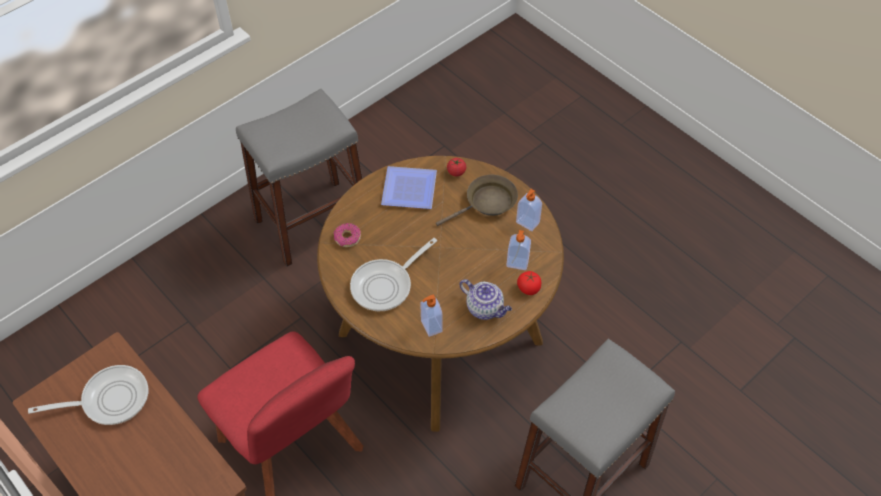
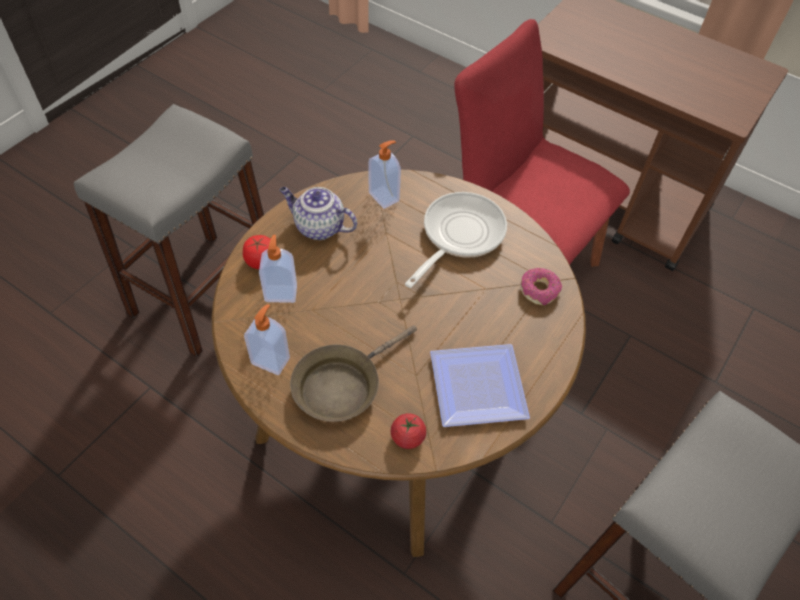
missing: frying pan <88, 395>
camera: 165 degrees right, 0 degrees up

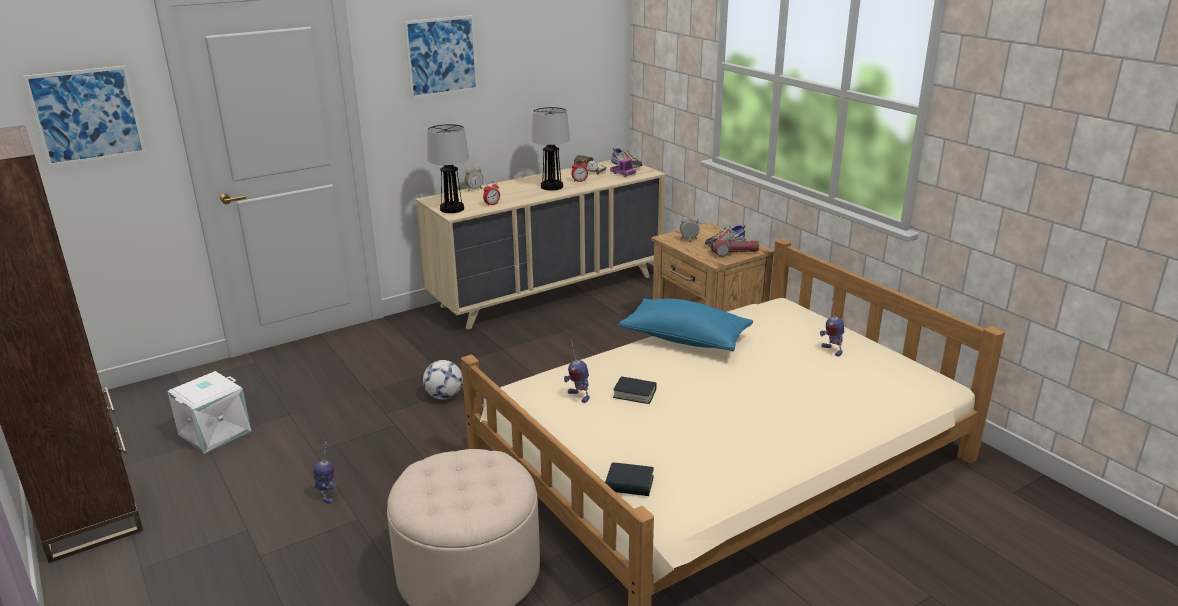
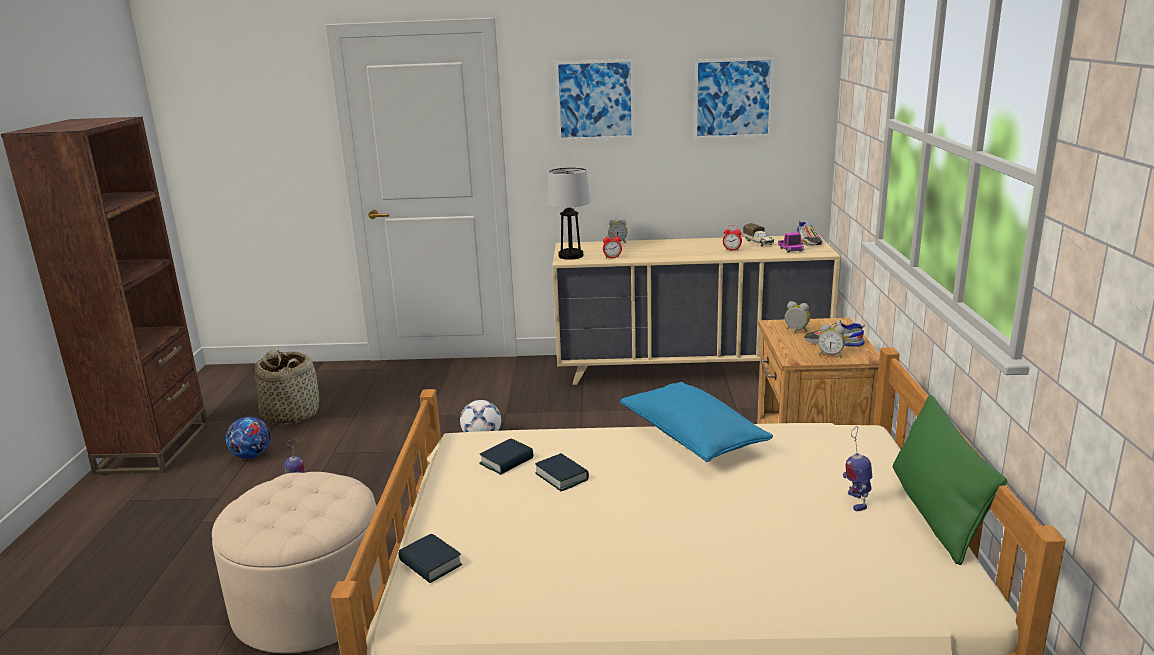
missing: table lamp <551, 149>
appeared: football <248, 438>; pillow in green <950, 480>
relocated: picture <84, 116> to <734, 98>
exchanged: storage box in white <209, 412> to basket <287, 387>; toy robot <577, 371> to book <506, 456>; flashlight <735, 248> to alarm clock <831, 341>
camera: 35 degrees right, 5 degrees down

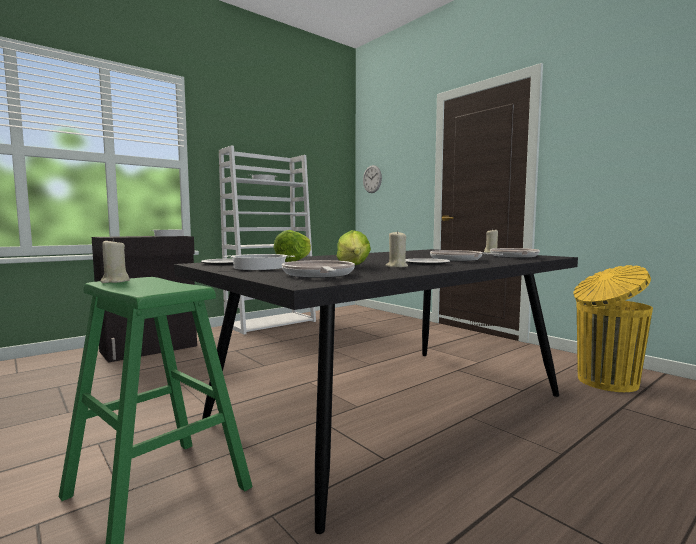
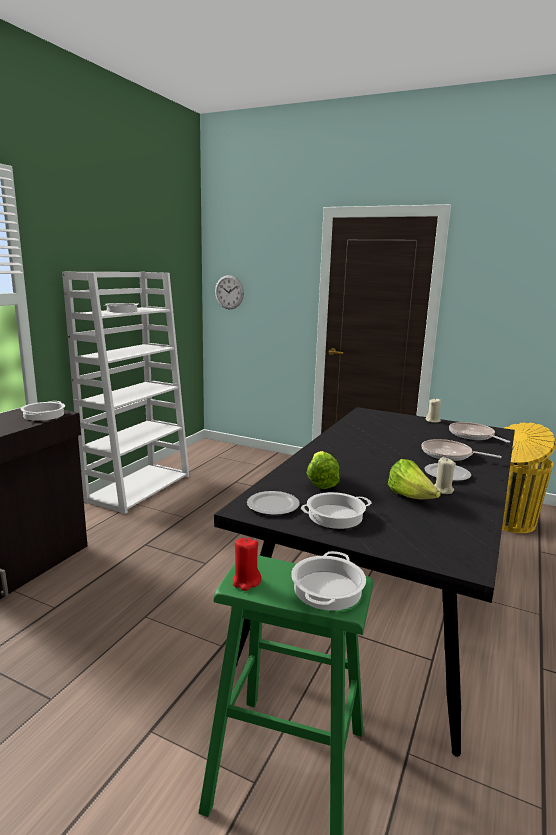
missing: frying pan <318, 269>
appeared: cooking pot <328, 581>
colour: candle in beige <115, 260> to candle in red <247, 564>
camera: 25 degrees left, 10 degrees up

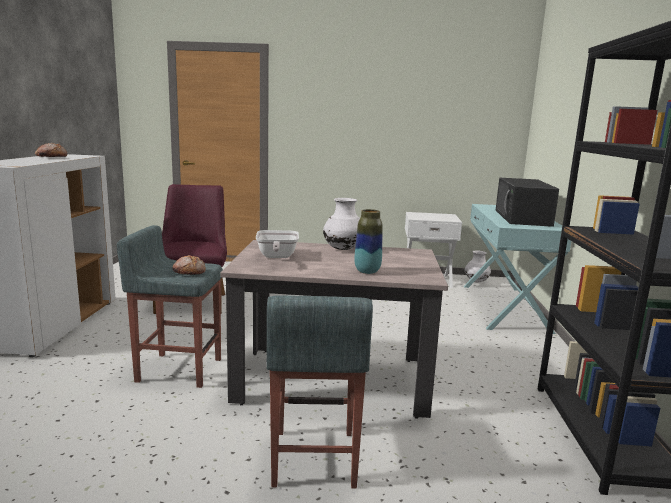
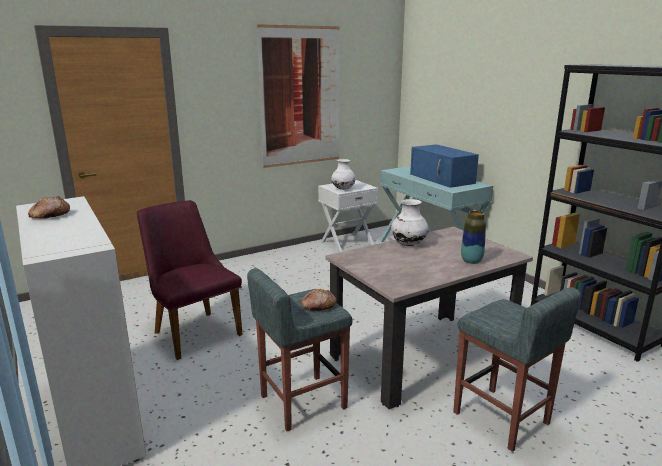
missing: frying pan <277, 244>
appeared: picture <298, 96>
relocated: vase in white <478, 266> to <343, 174>
colour: microwave in black <527, 202> to microwave in blue <444, 166>
camera: 35 degrees left, 5 degrees up

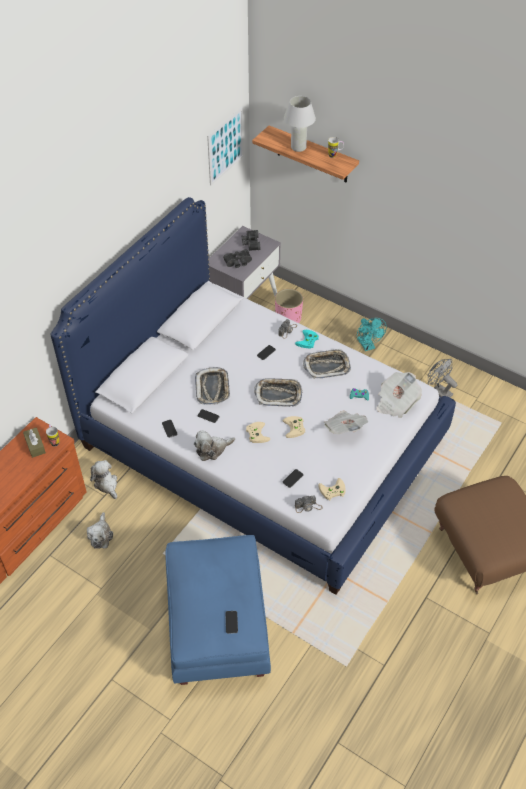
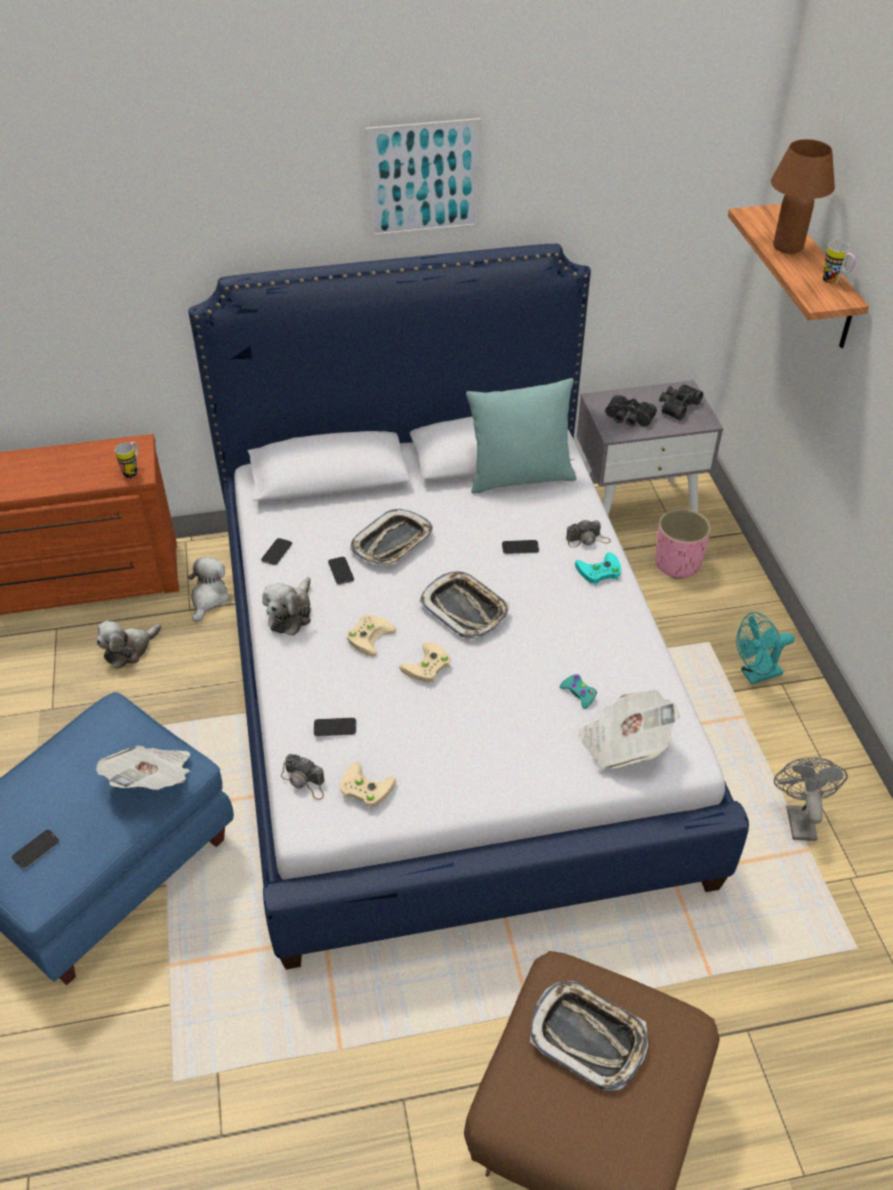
missing: tissue box in brown <34, 442>
appeared: pillow in turquoise <521, 436>
relocated: picture <225, 146> to <423, 178>; tray <327, 364> to <589, 1036>; newspaper <346, 422> to <143, 768>
colour: table lamp in white <300, 124> to table lamp in brown <803, 196>
spun: plush toy <214, 445> = <286, 606> 90 degrees counterclockwise; fan in turquoise <372, 334> = <765, 648> 45 degrees clockwise
camera: 45 degrees right, 5 degrees down

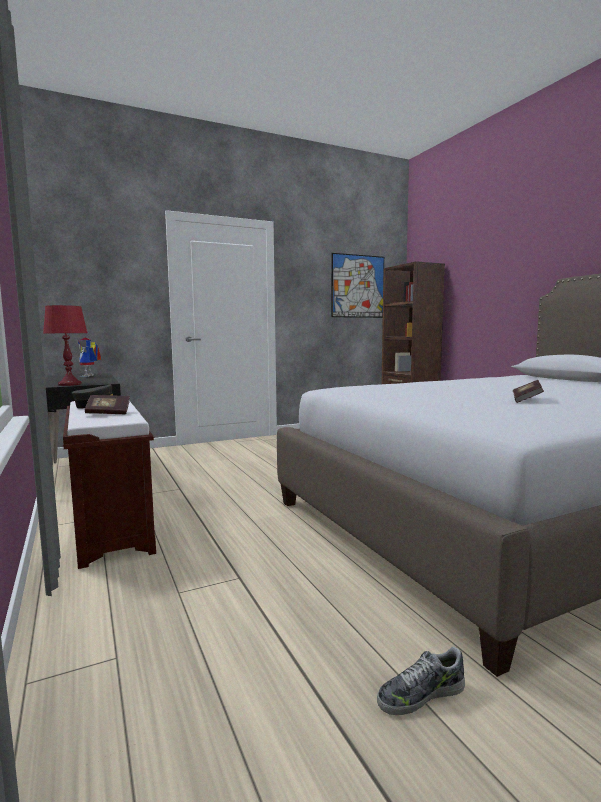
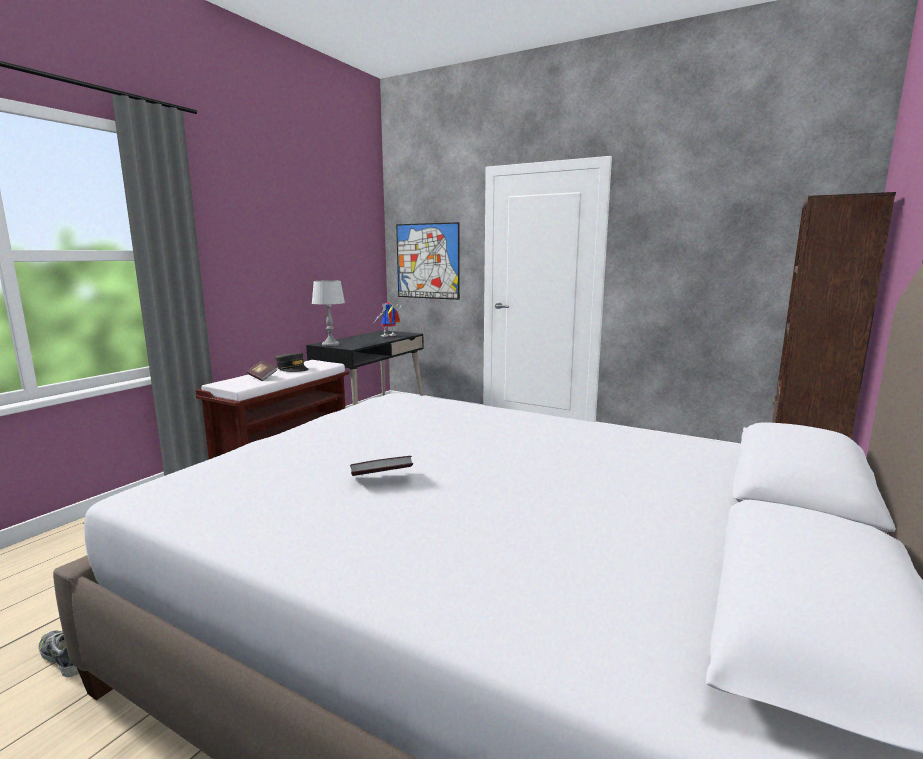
relocated: picture <357, 285> to <428, 261>
colour: table lamp in red <65, 345> to table lamp in grey <328, 313>
camera: 55 degrees right, 5 degrees up

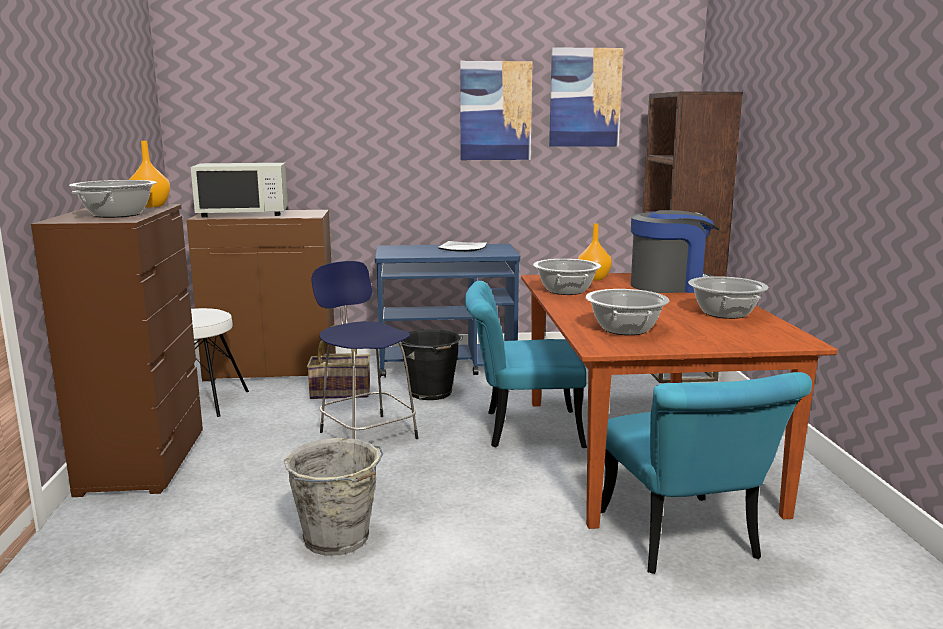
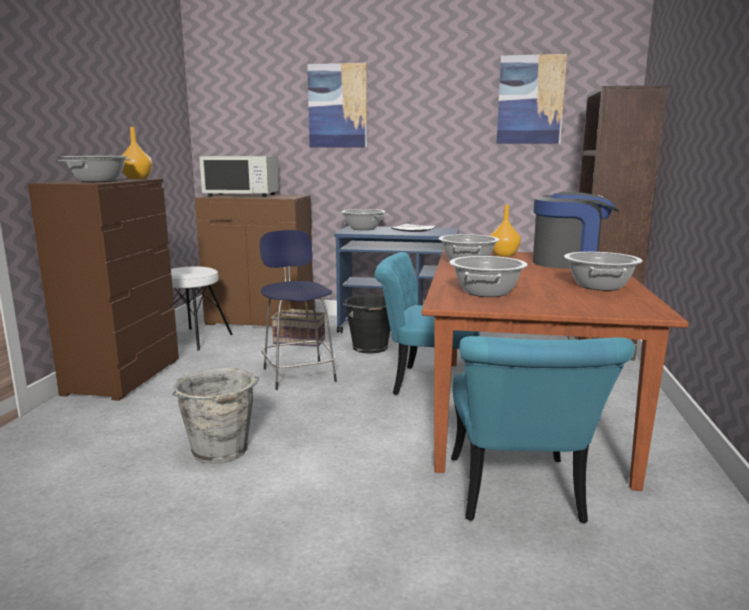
appeared: cooking pot <363, 219>
relocated: picture <496, 110> to <337, 105>
camera: 15 degrees right, 0 degrees up

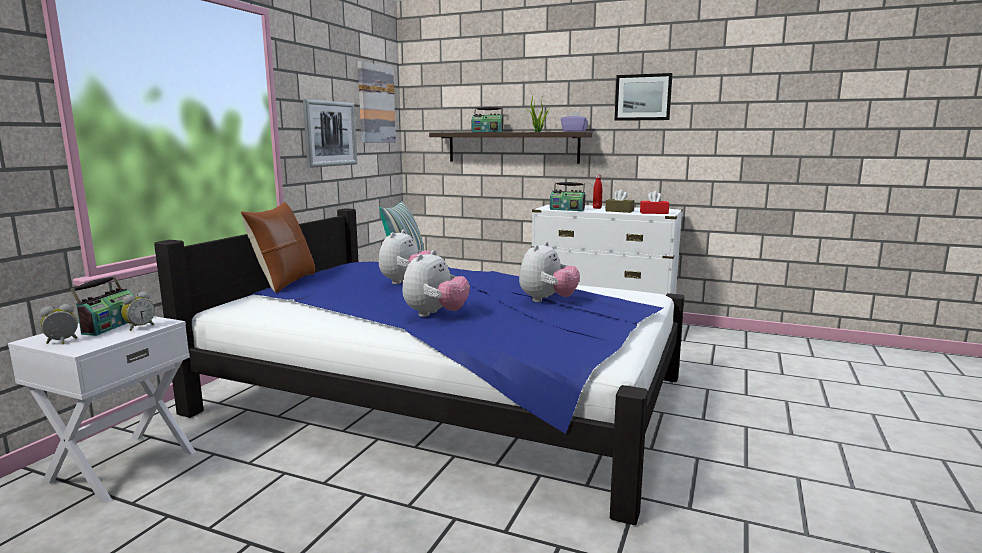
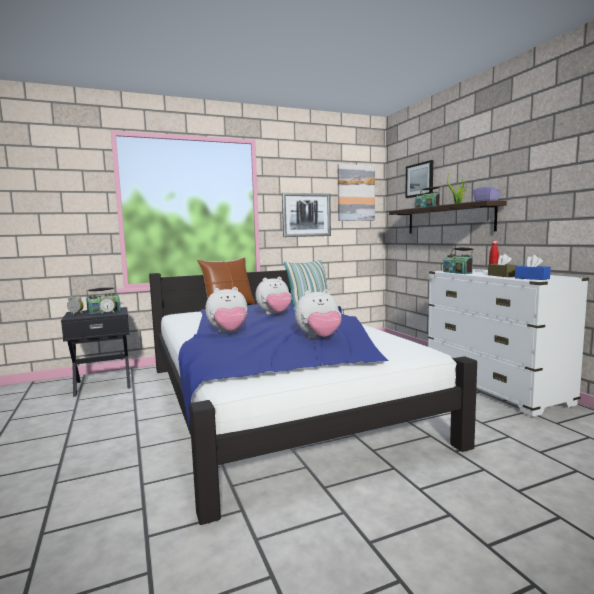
relocated: picture <643, 97> to <419, 179>
colour: nightstand in white <102, 409> to nightstand in black <96, 352>; tissue box in red <654, 202> to tissue box in blue <533, 267>
camera: 45 degrees right, 5 degrees down

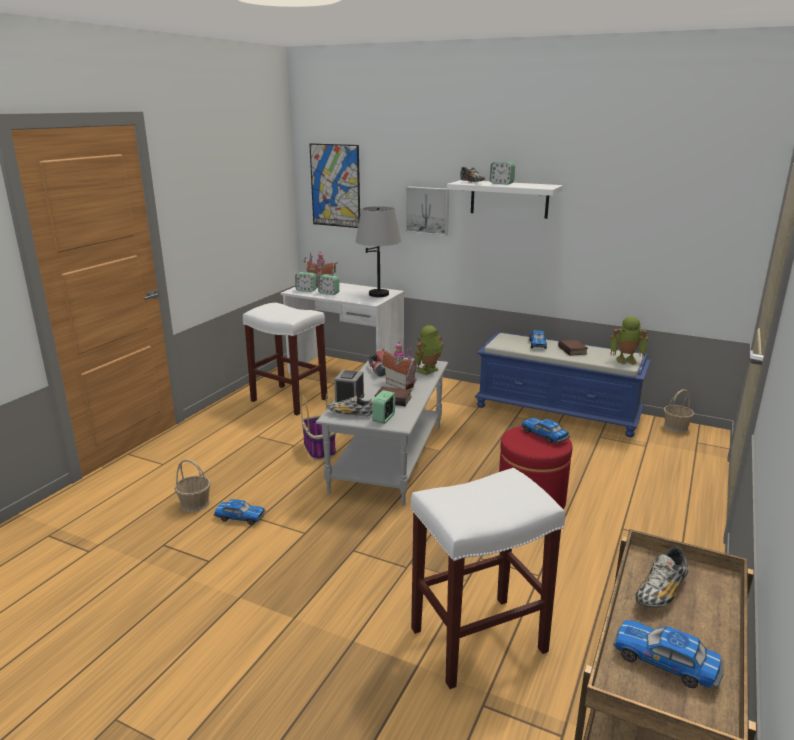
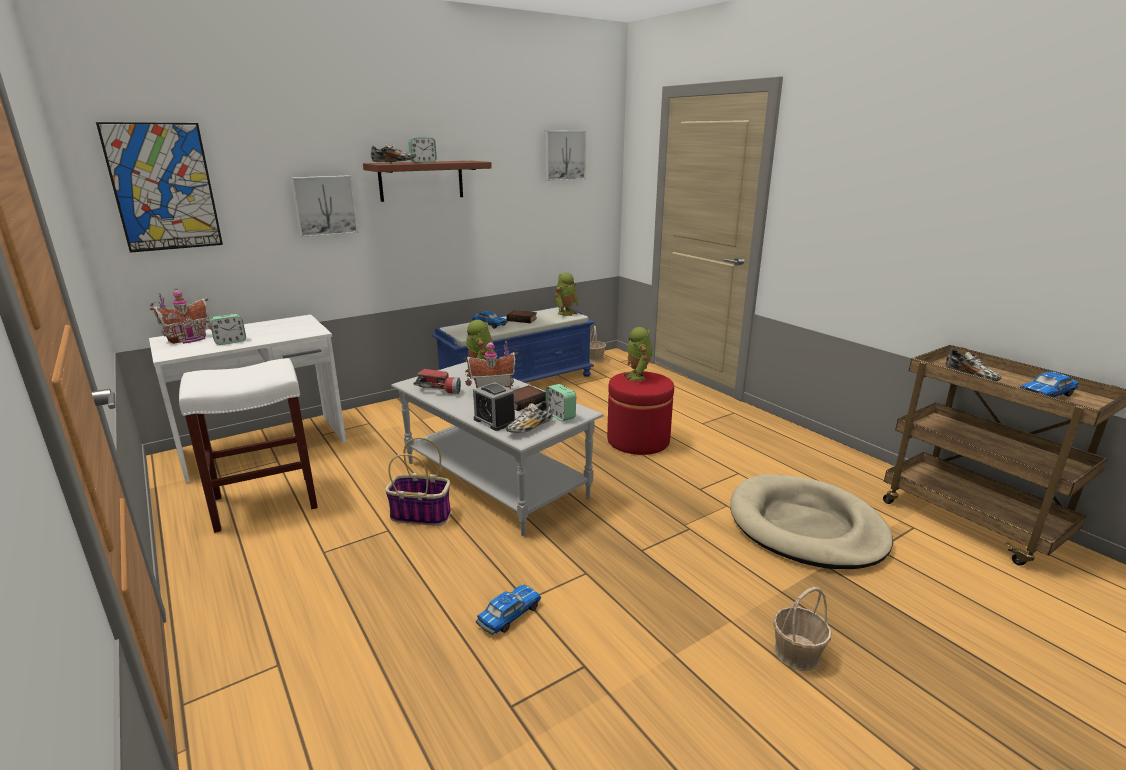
missing: alarm clock <306, 282>; table lamp in grey <378, 251>
appeared: picture <565, 156>
relocated: basket <192, 485> to <802, 629>
exchanged: stool in white <488, 578> to dog bed in beige <811, 521>; toy car <545, 430> to toy robot <638, 354>
colour: shelf in white <505, 199> to shelf in brown <427, 181>
camera: 60 degrees left, 0 degrees up

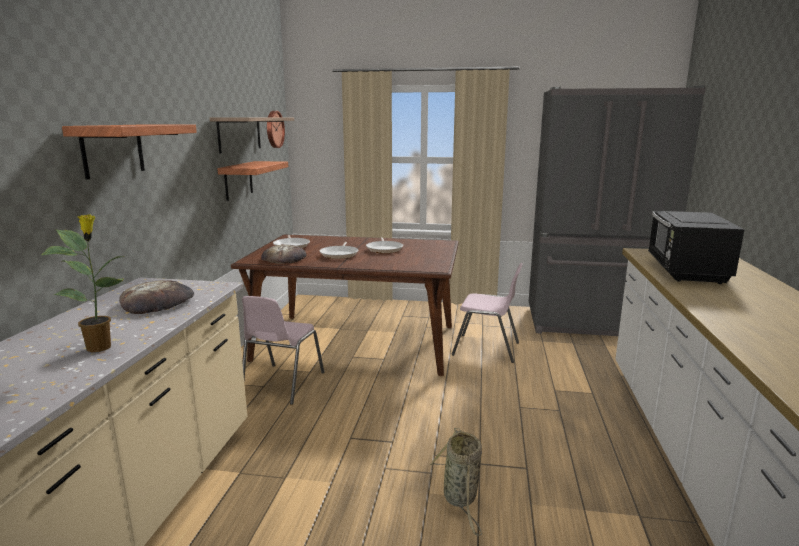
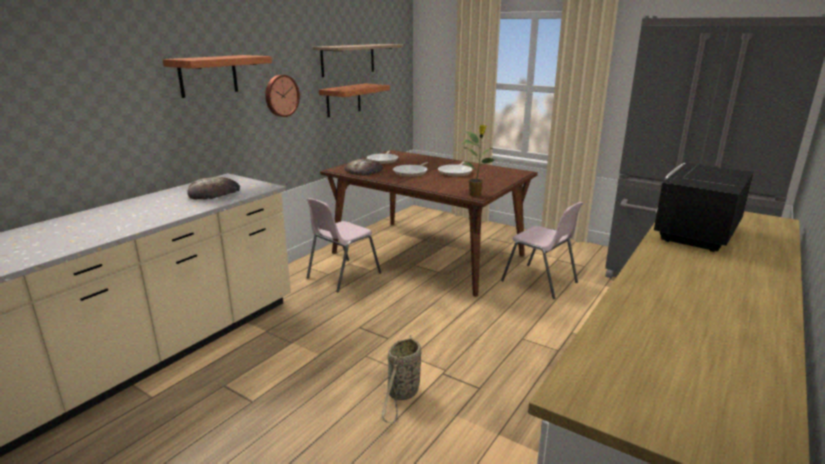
relocated: potted plant <82, 283> to <478, 161>; wall clock <276, 129> to <282, 96>
camera: 25 degrees right, 5 degrees up

